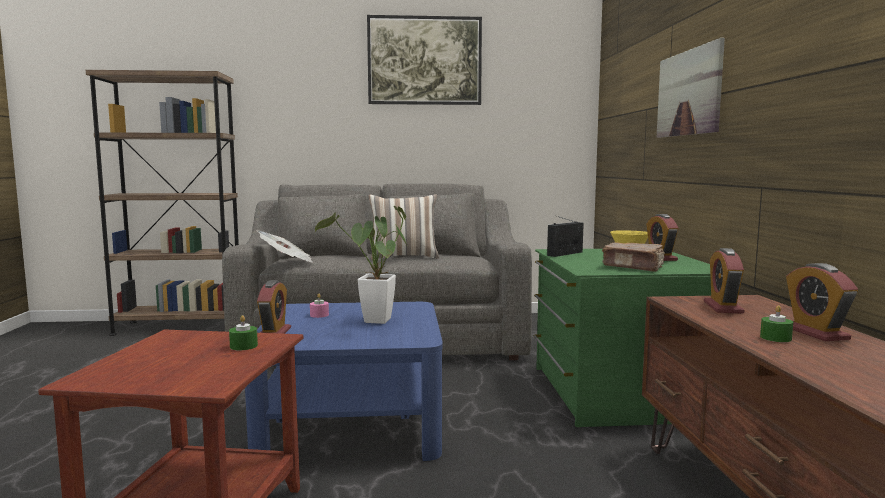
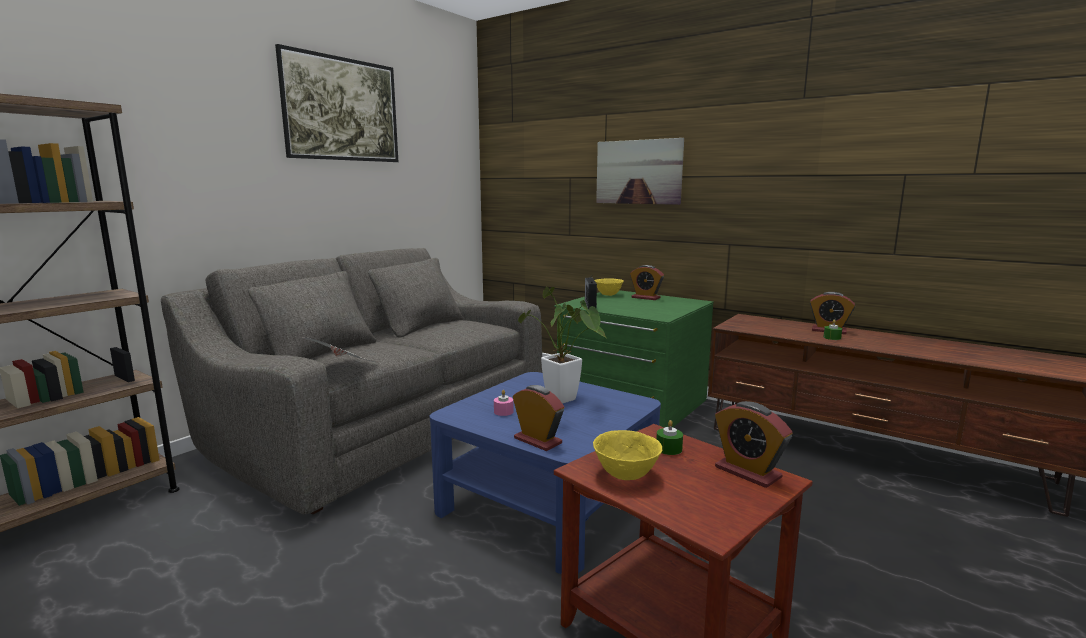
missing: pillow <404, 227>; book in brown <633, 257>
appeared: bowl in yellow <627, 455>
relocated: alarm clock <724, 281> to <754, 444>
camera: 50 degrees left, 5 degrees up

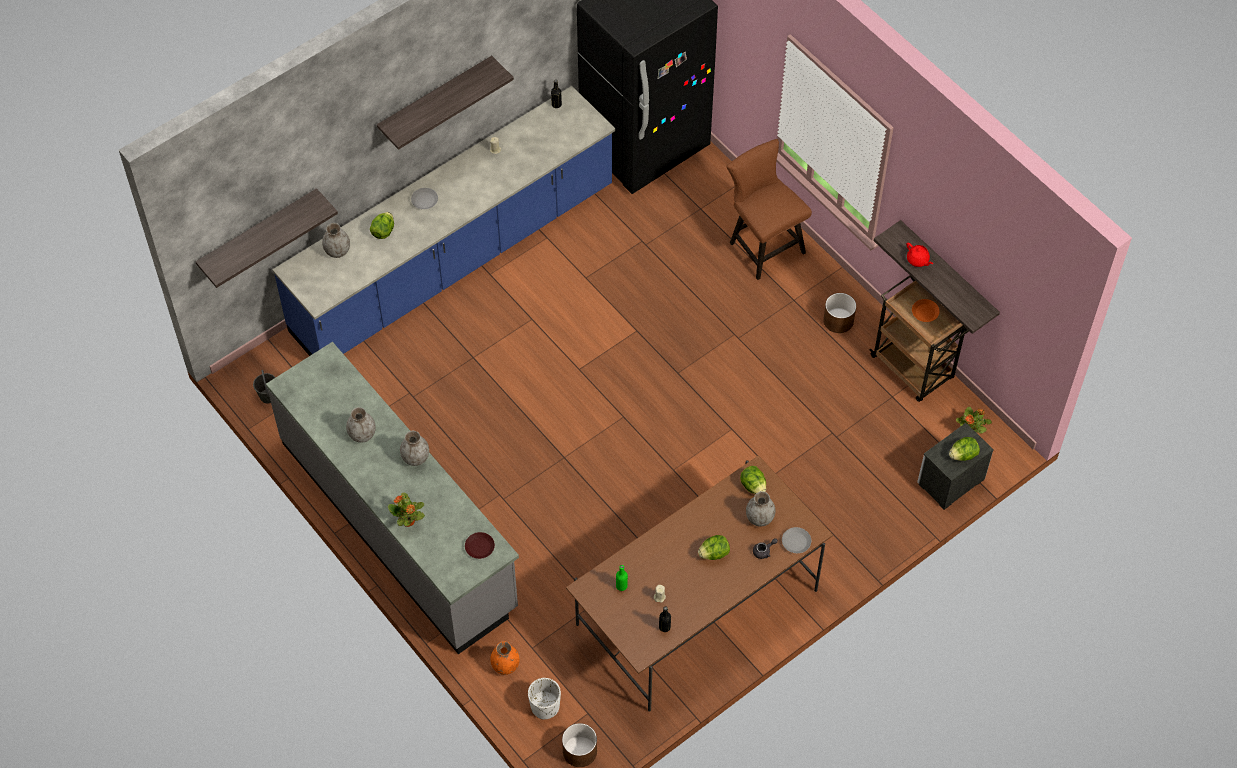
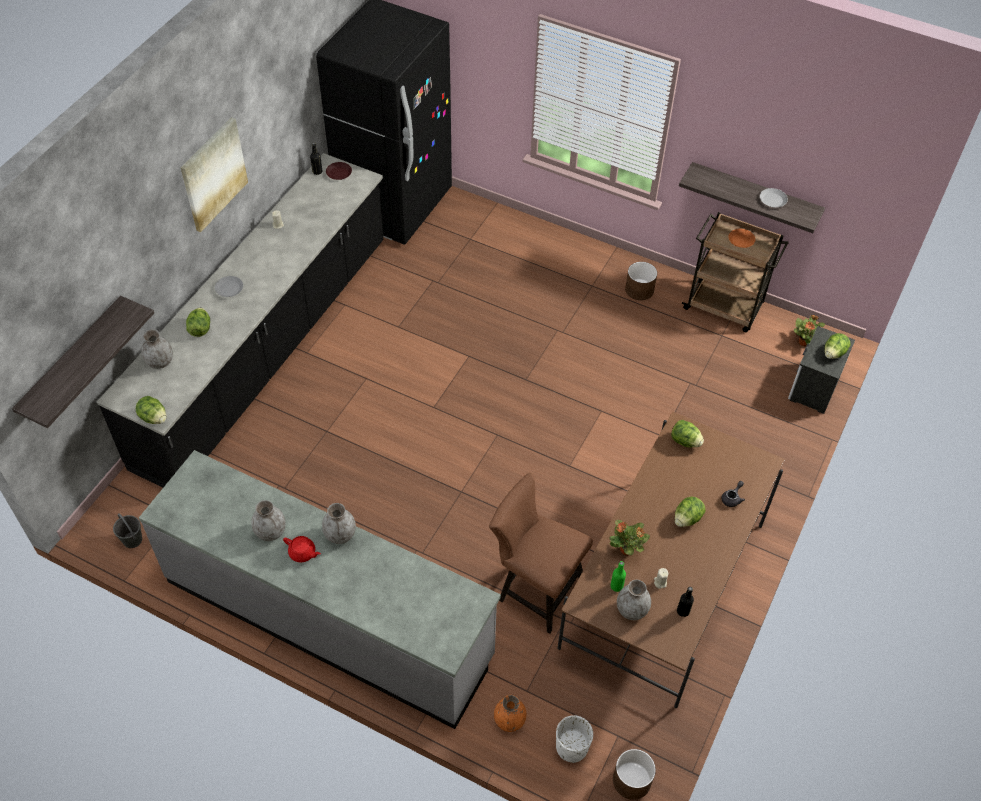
appeared: lettuce <151, 410>
relocated: potted plant <406, 510> to <630, 538>; plate in brown <480, 545> to <339, 171>; chair in brown <769, 209> to <541, 553>; vase in grey <760, 509> to <634, 600>; plate in grey <796, 540> to <774, 197>; teapot in red <919, 255> to <302, 549>
exchanged: shelf <445, 103> to picture <214, 174>
colour: counter in blue <443, 221> to counter in black <240, 320>
camera: 25 degrees left, 5 degrees down

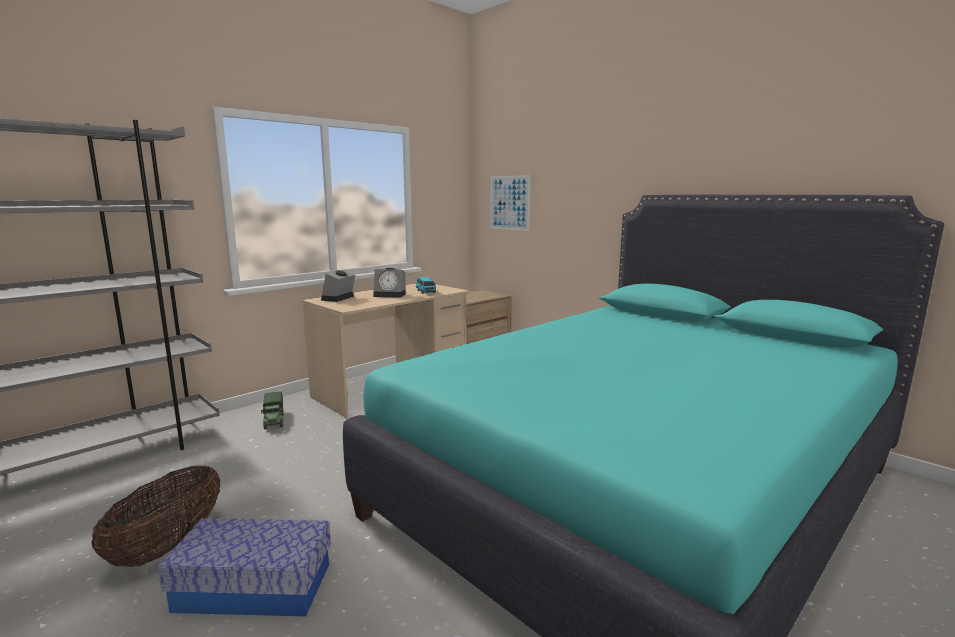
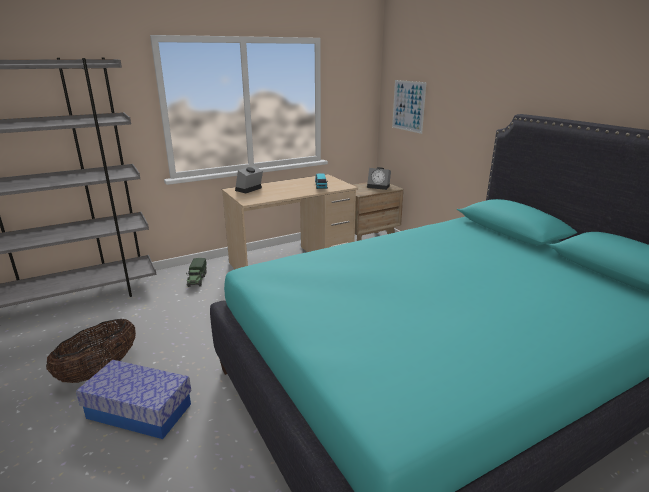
relocated: alarm clock <389, 283> to <379, 178>
camera: 15 degrees right, 10 degrees up

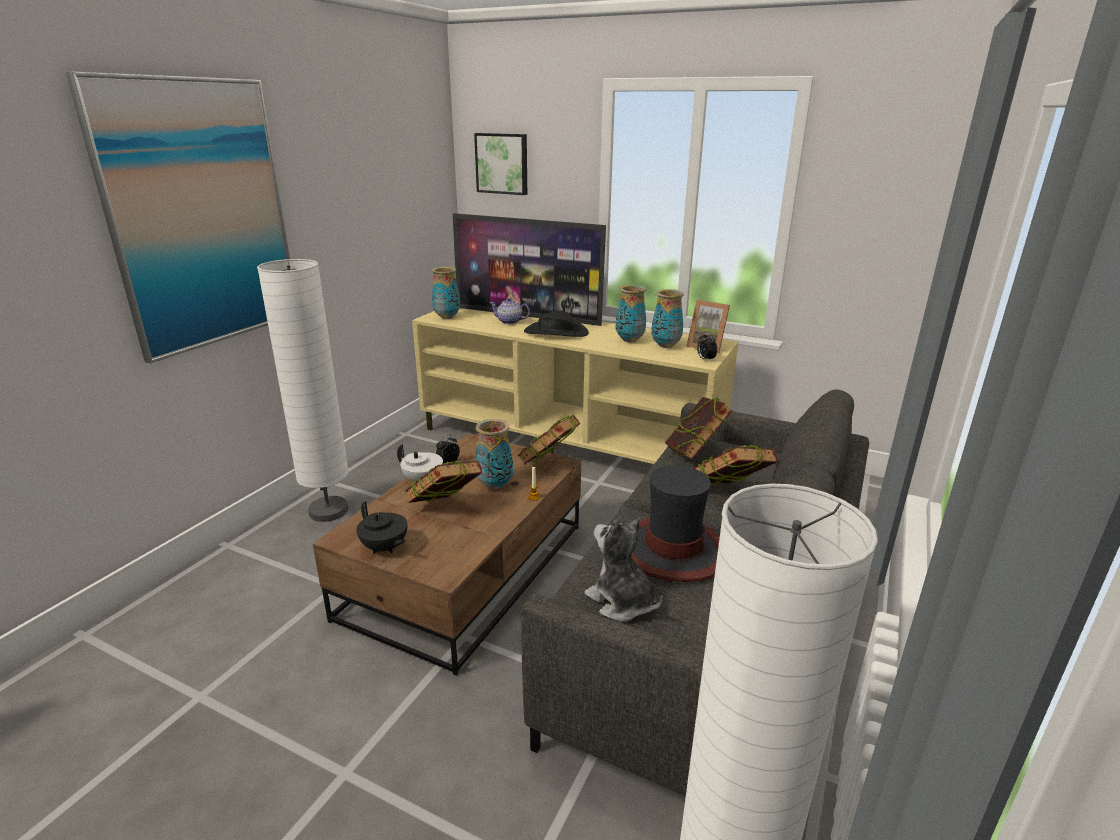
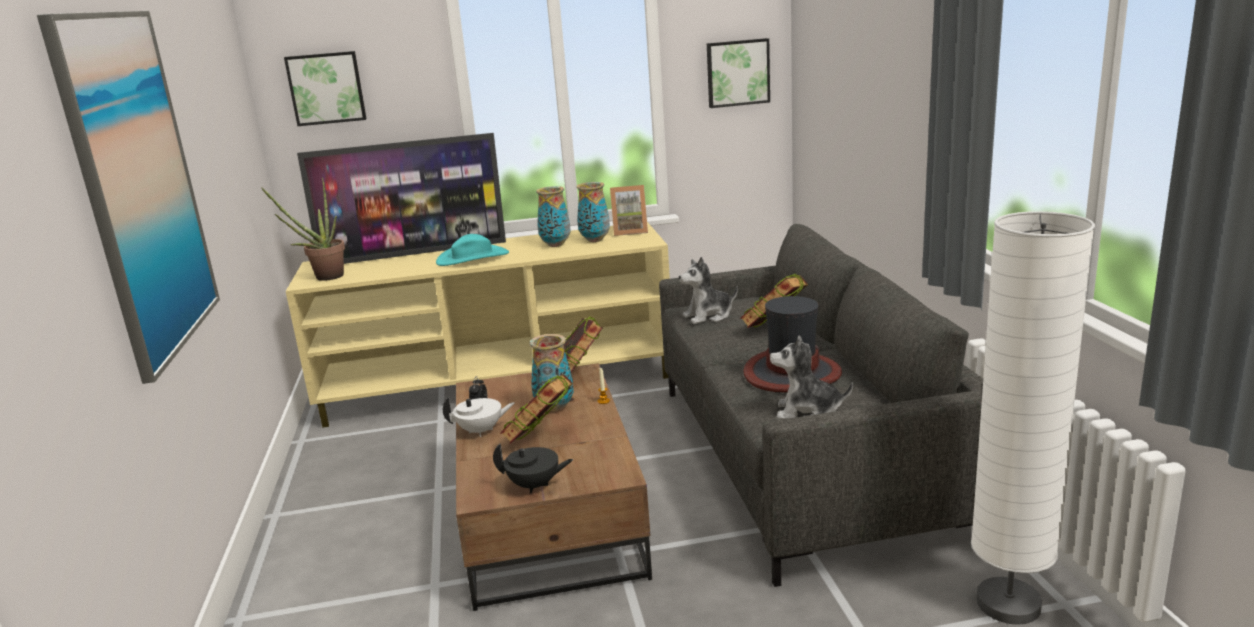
missing: floor lamp in white <303, 390>; teapot <510, 311>; alarm clock <707, 346>
appeared: picture <738, 73>
exchanged: vase <446, 293> to potted plant <303, 229>; book <698, 428> to plush toy <708, 290>
colour: hat in black <556, 324> to hat in turquoise <472, 250>
camera: 35 degrees left, 5 degrees down

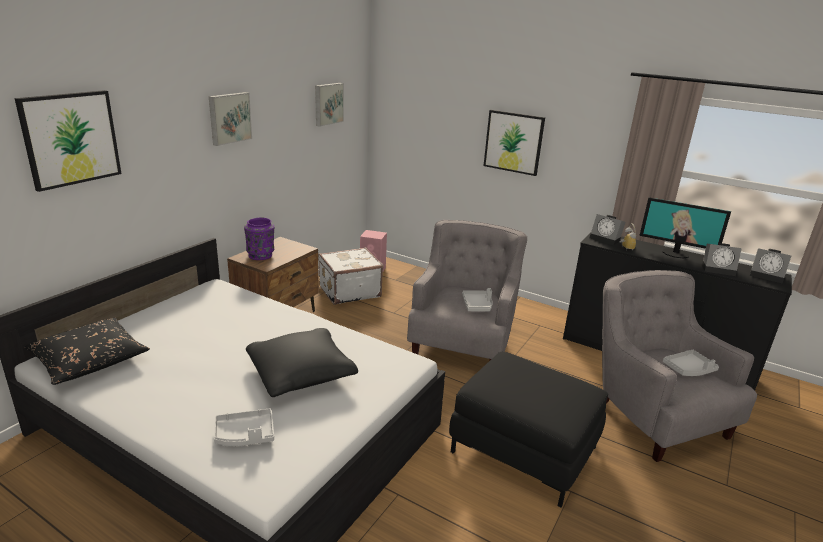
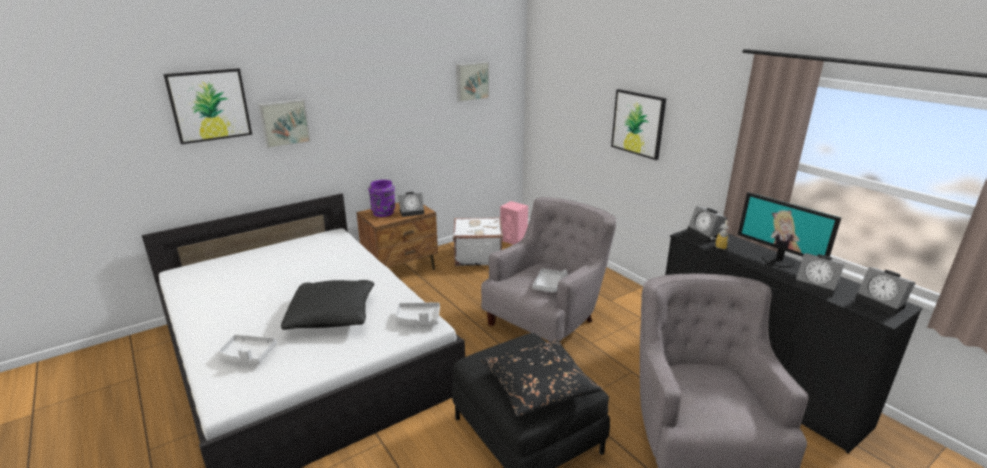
appeared: alarm clock <411, 204>
relocated: pillow in black <87, 351> to <542, 378>; picture <230, 119> to <284, 123>; tray in grey <691, 363> to <417, 313>
camera: 25 degrees right, 0 degrees up

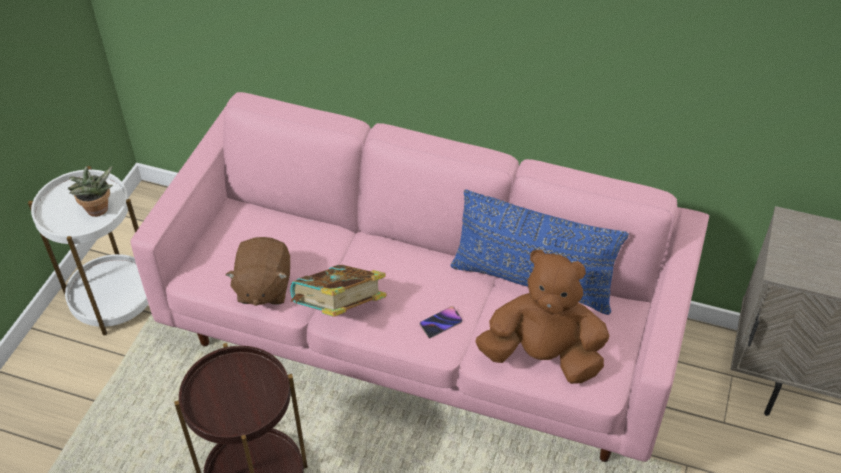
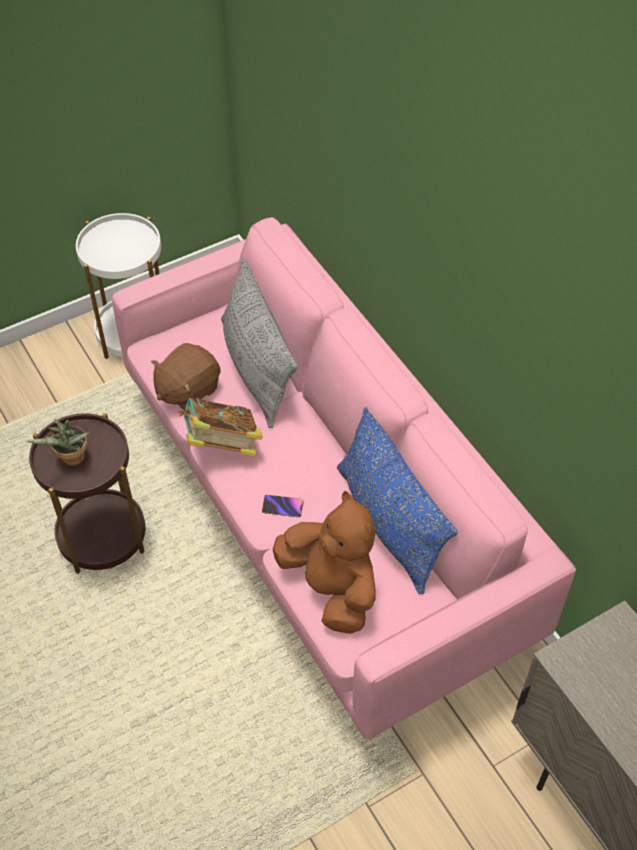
appeared: pillow in grey <259, 343>
relocated: potted plant <90, 191> to <58, 442>
camera: 40 degrees right, 5 degrees up

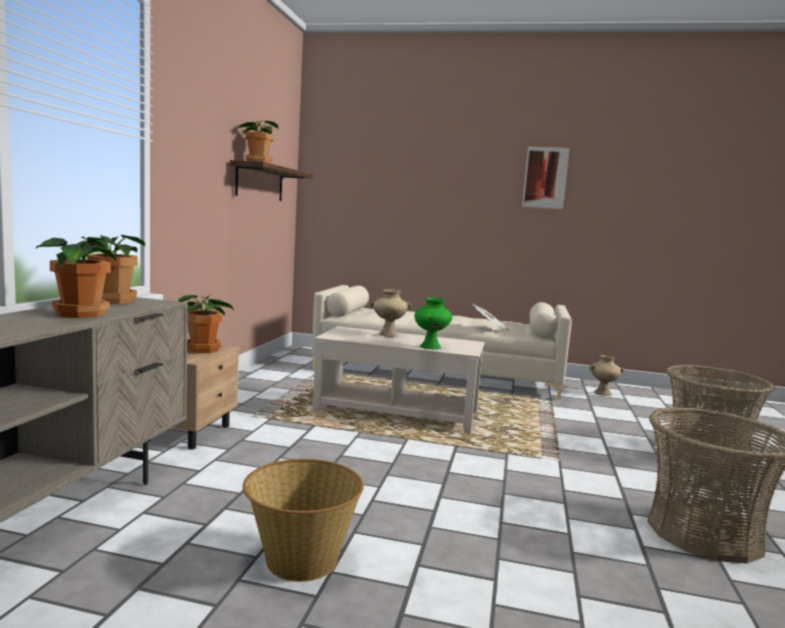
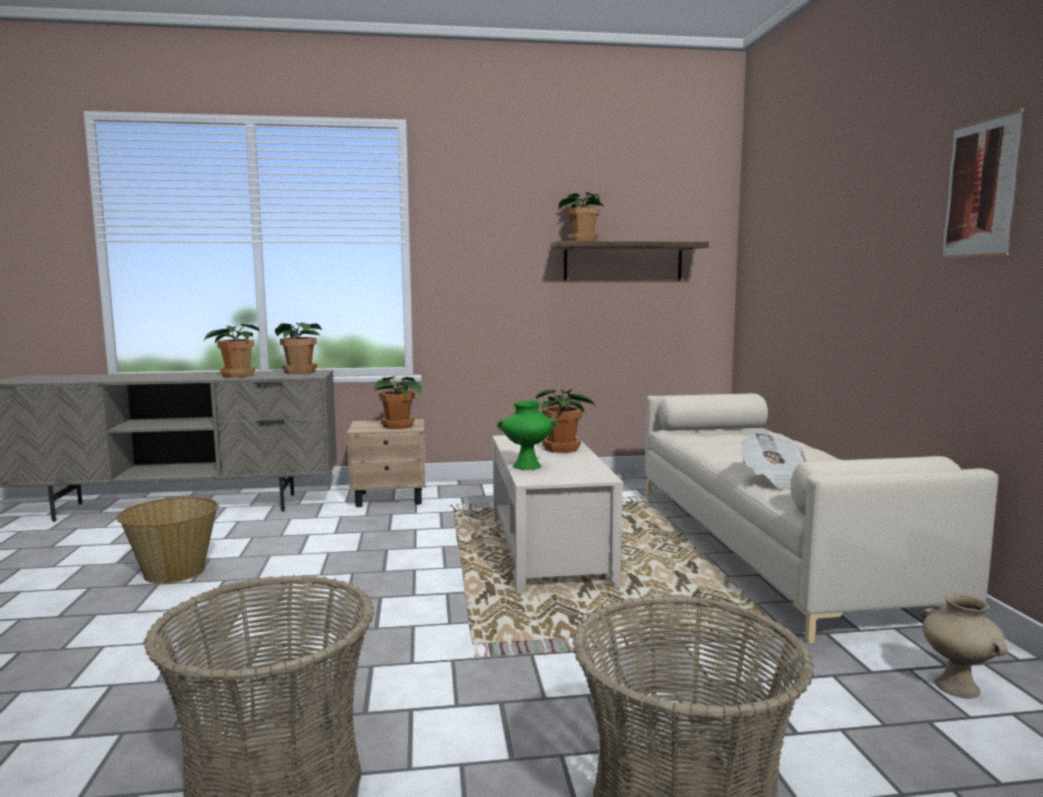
exchanged: vase in beige <391, 313> to potted plant <565, 421>
camera: 70 degrees right, 0 degrees up

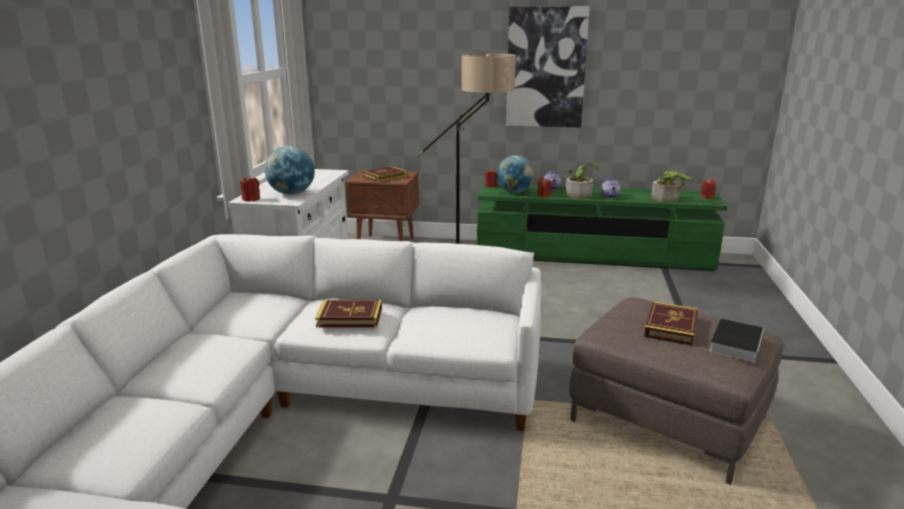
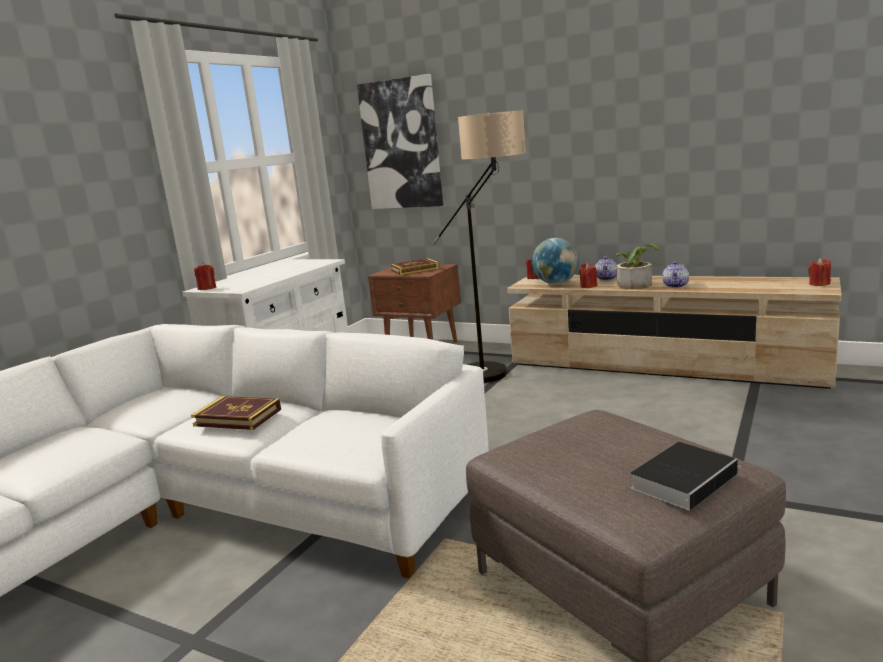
missing: globe <290, 170>; book <671, 323>; potted plant <672, 187>
relocated: picture <548, 66> to <400, 141>
colour: tv stand in green <602, 227> to tv stand in beige <674, 332>
camera: 20 degrees right, 5 degrees down

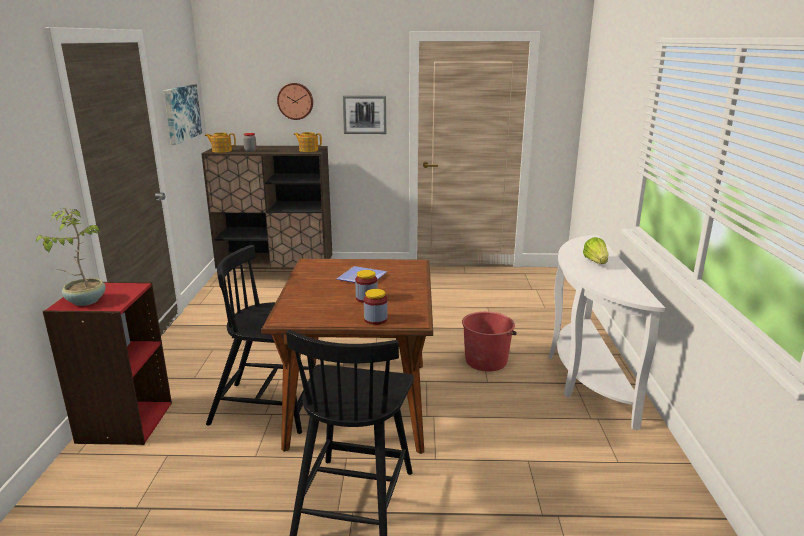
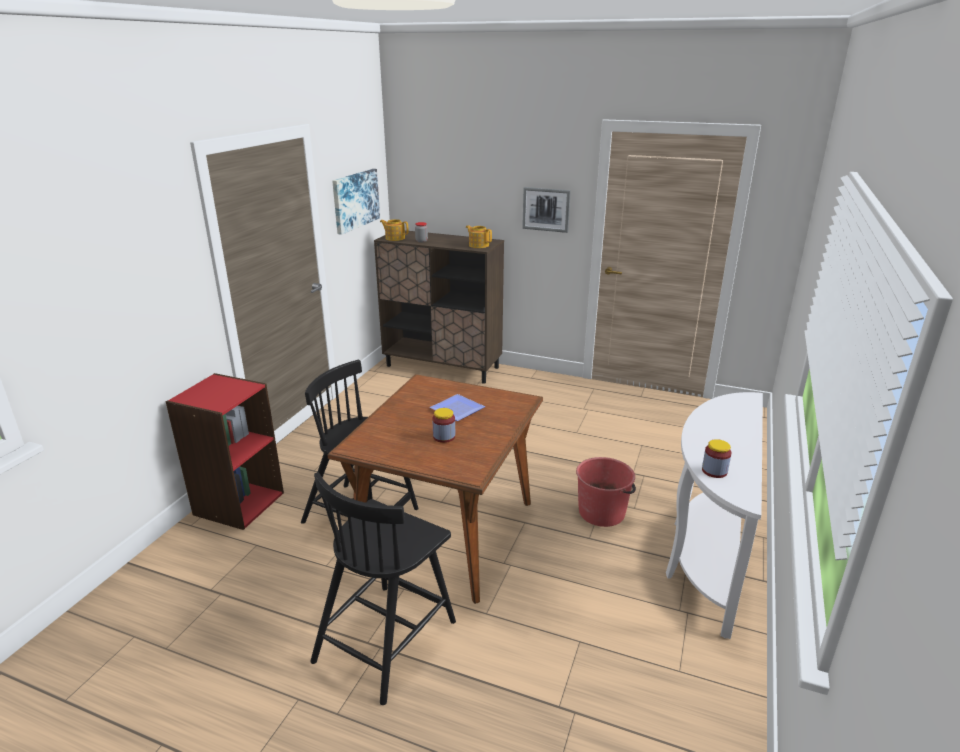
missing: potted plant <71, 257>; wall clock <295, 101>; lettuce <596, 250>
relocated: jar <376, 307> to <717, 458>
camera: 20 degrees right, 5 degrees up

